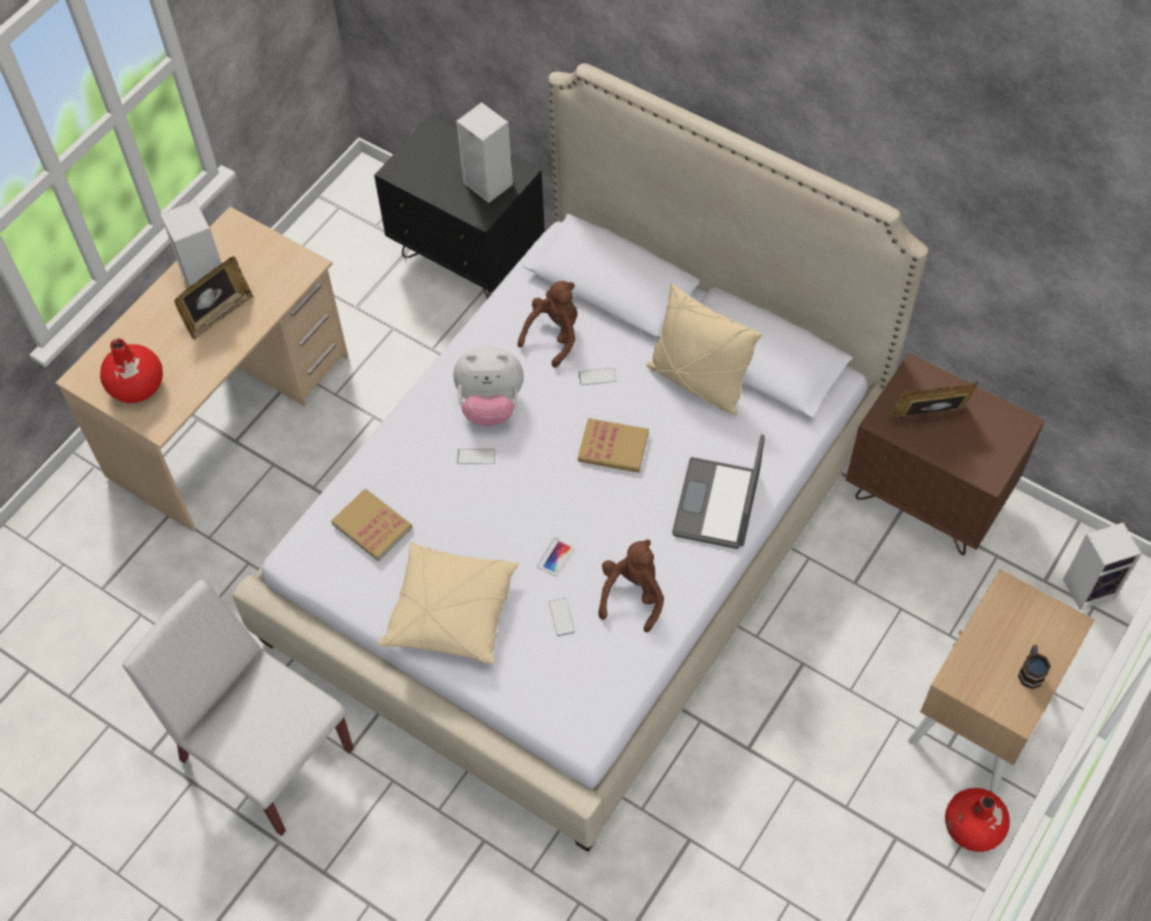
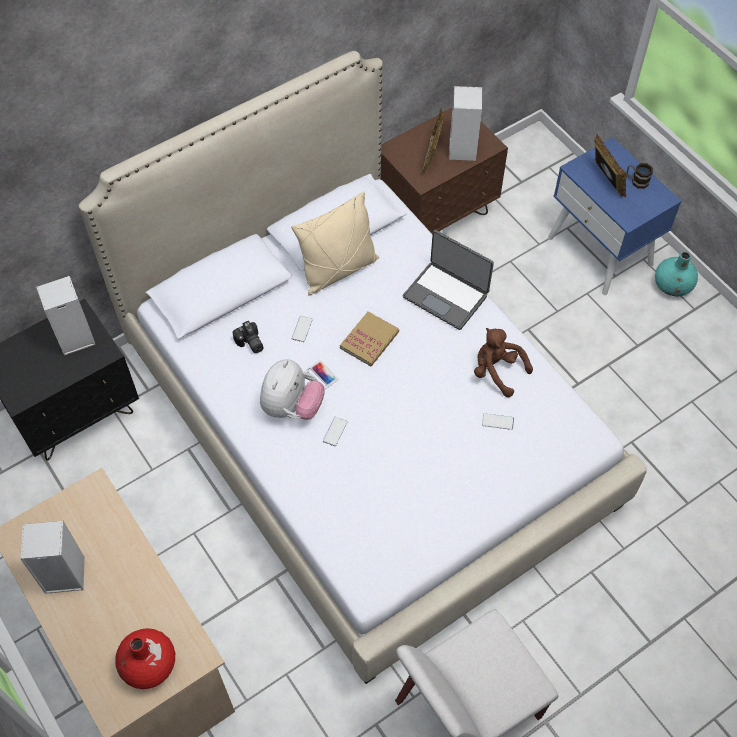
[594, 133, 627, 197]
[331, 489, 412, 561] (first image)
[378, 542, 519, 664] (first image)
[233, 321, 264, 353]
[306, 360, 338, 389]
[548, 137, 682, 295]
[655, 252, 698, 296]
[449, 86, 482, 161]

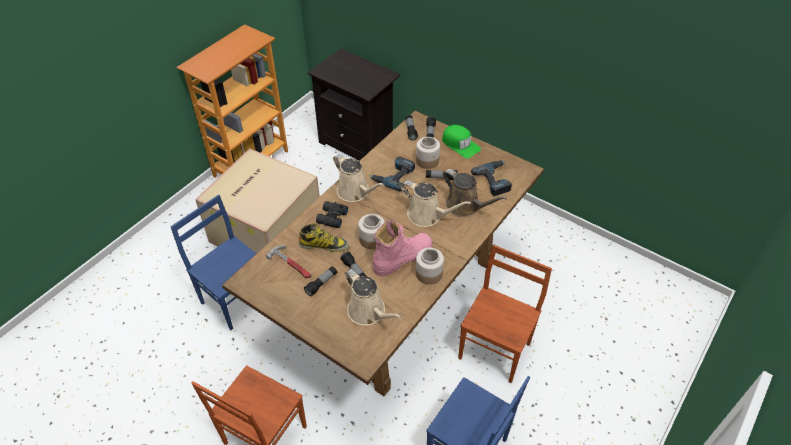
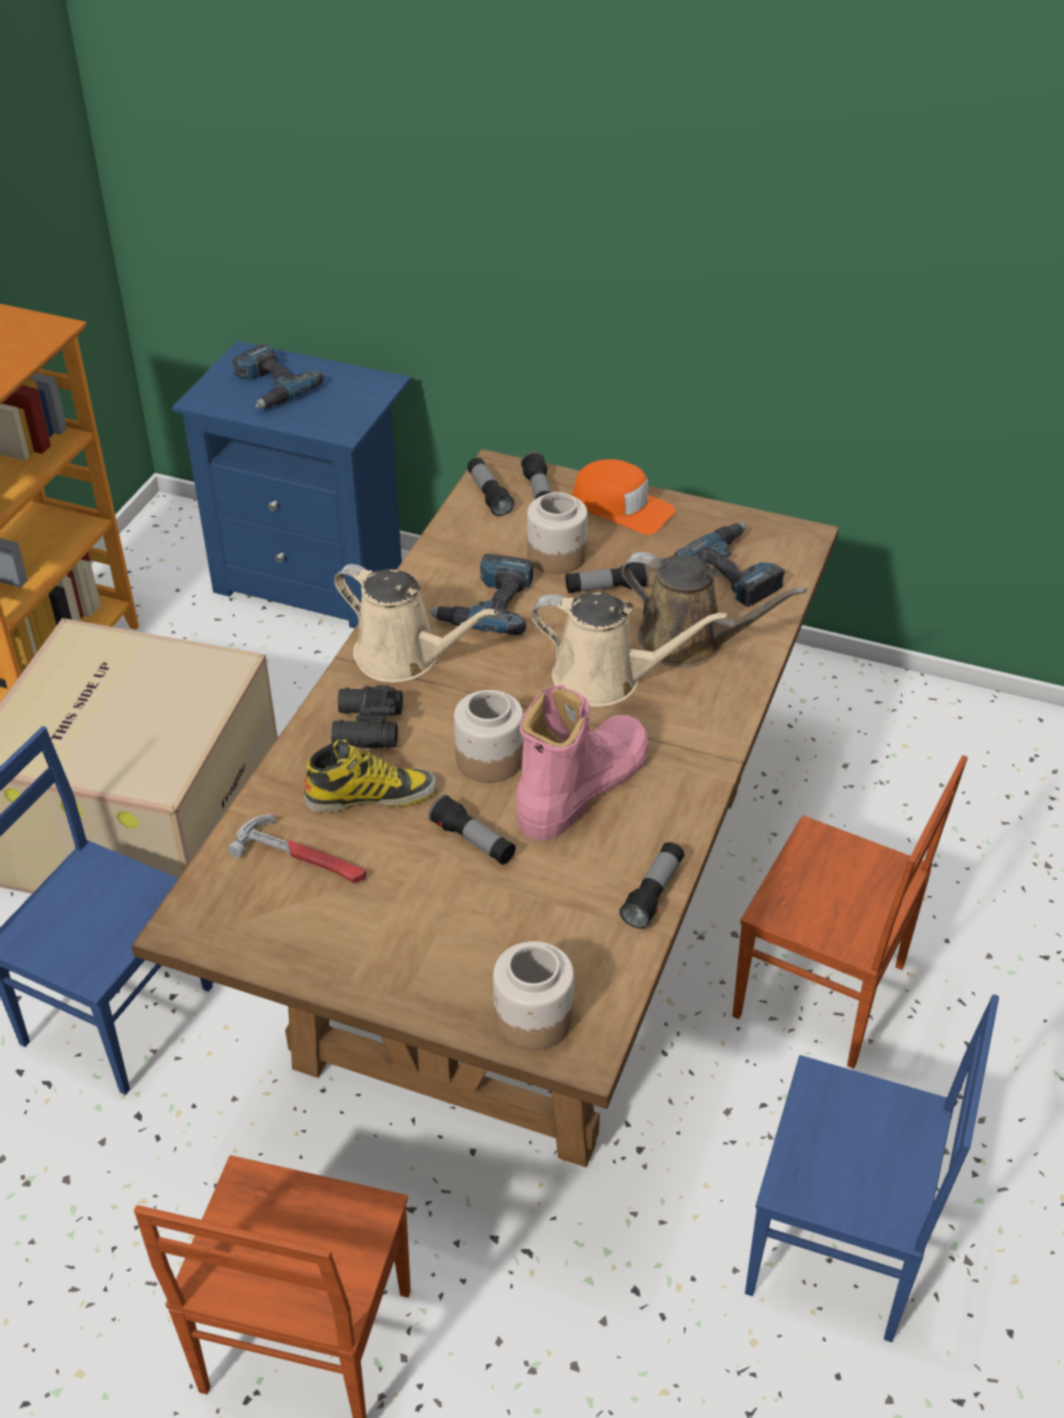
[619, 842, 684, 929]
[172, 341, 411, 628]
[345, 269, 402, 326] (first image)
[493, 941, 574, 1050]
[572, 459, 676, 535]
[732, 755, 968, 1069]
[232, 344, 324, 408]

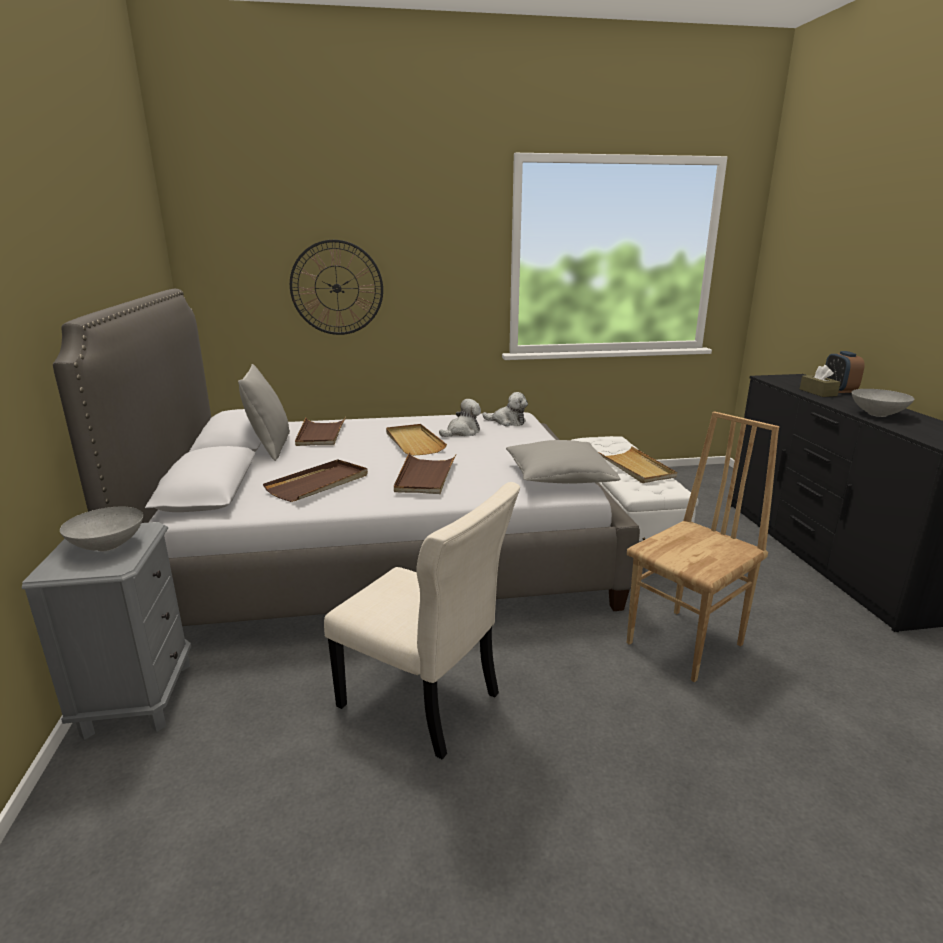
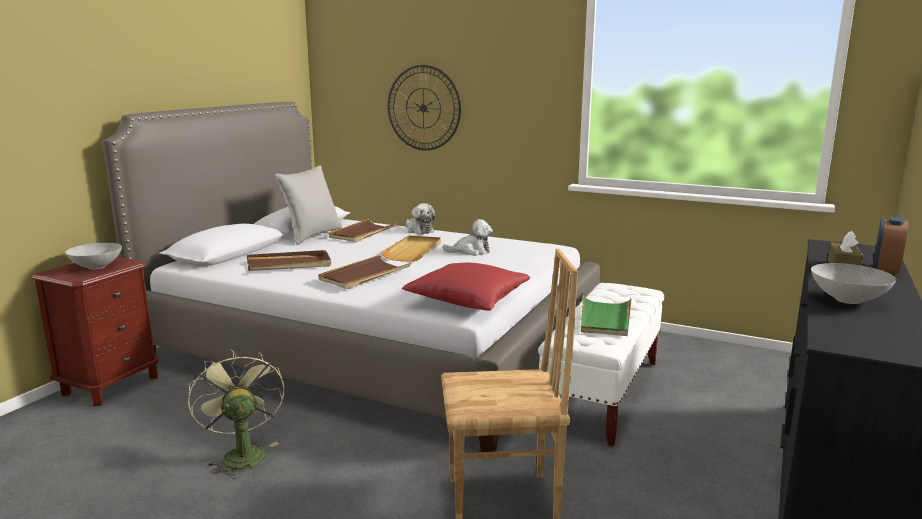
[32, 257, 159, 407]
[188, 350, 285, 479]
[406, 203, 435, 234]
[402, 263, 530, 311]
[581, 294, 632, 336]

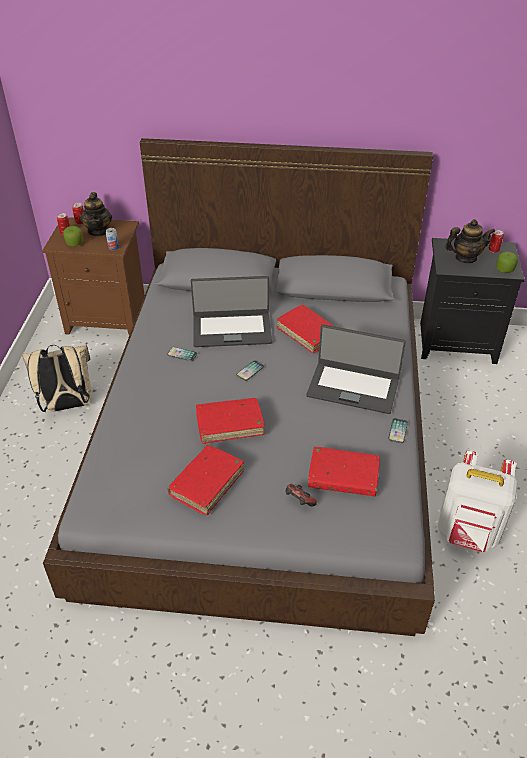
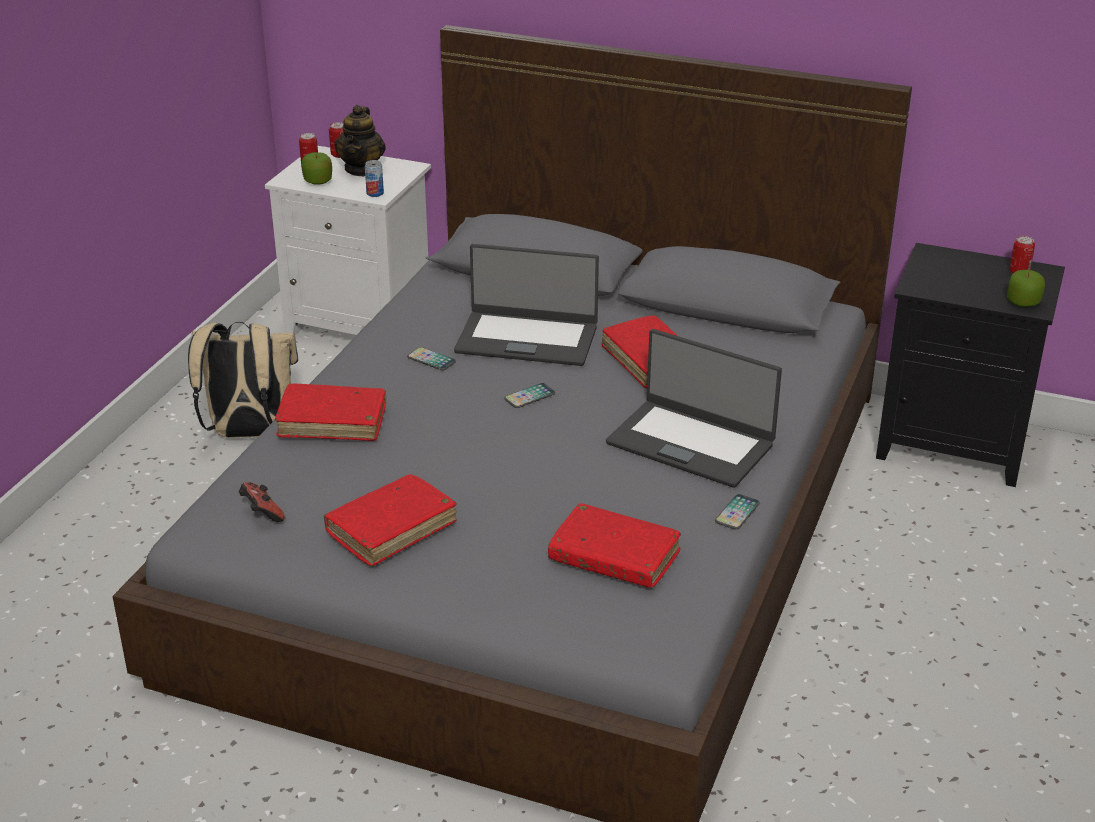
[265, 146, 431, 335]
[275, 384, 386, 441]
[239, 482, 285, 522]
[438, 450, 518, 552] (first image)
[445, 219, 496, 263] (first image)

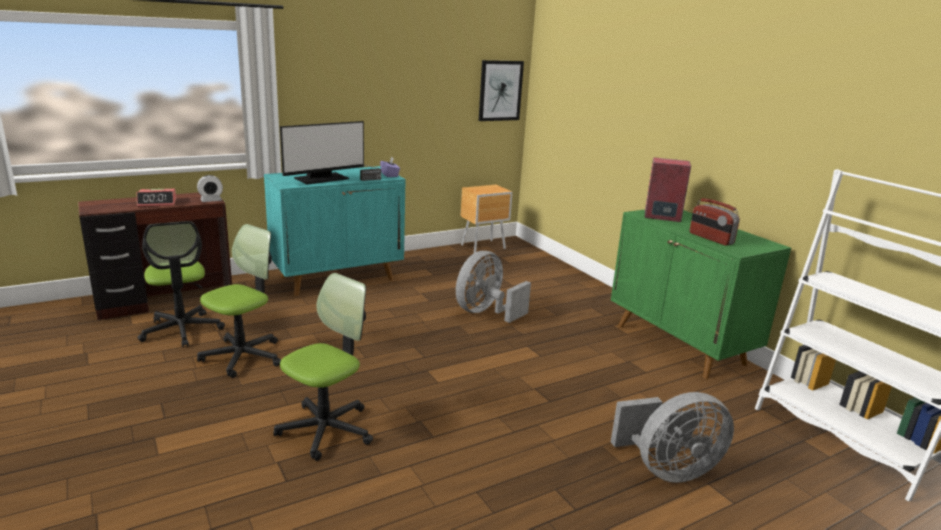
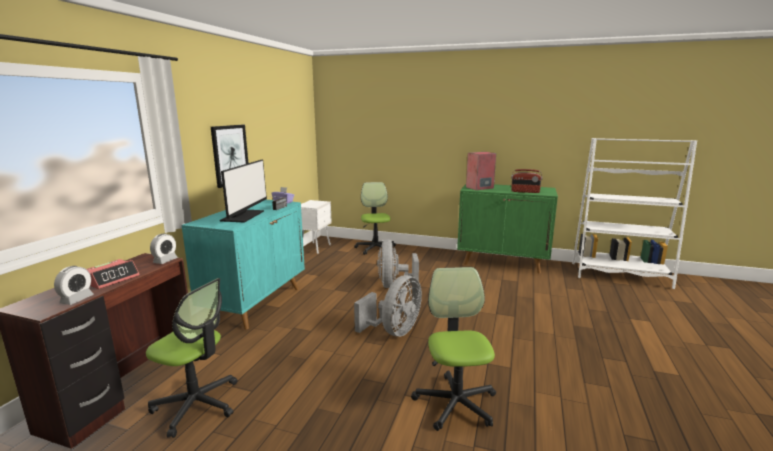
[354, 182, 396, 255]
[301, 200, 332, 254]
[211, 125, 248, 188]
[354, 275, 422, 336]
[54, 266, 94, 305]

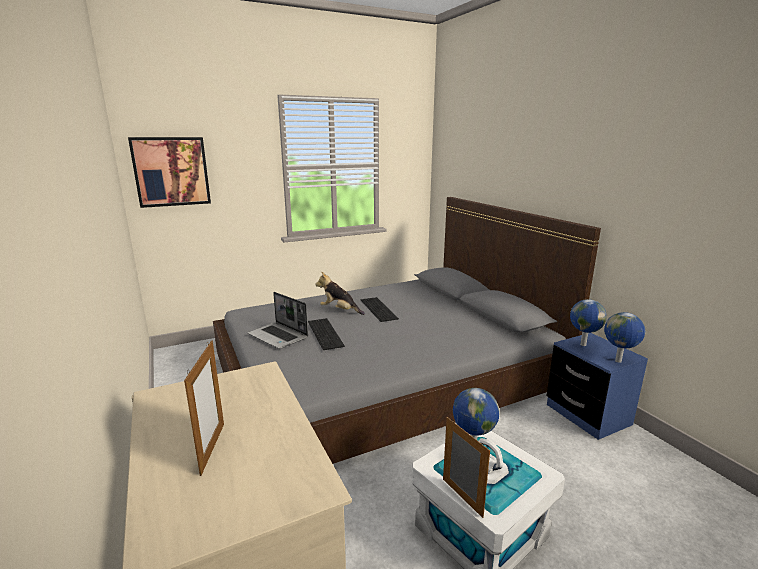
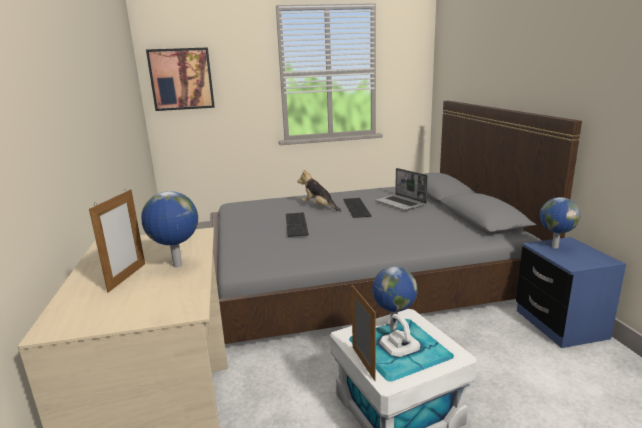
[375, 168, 428, 211]
[141, 191, 198, 267]

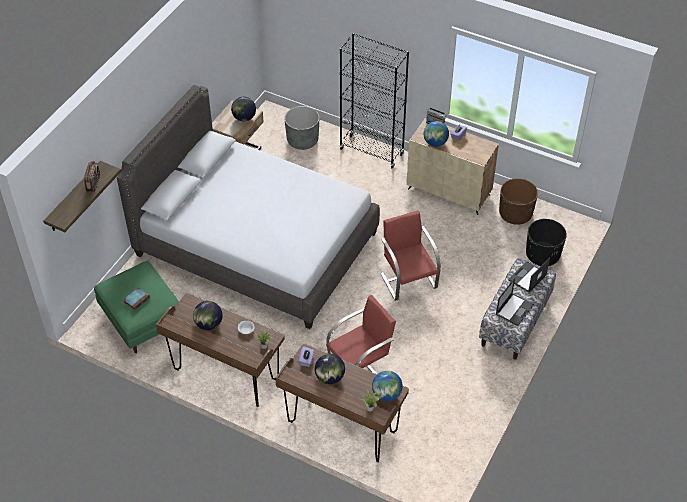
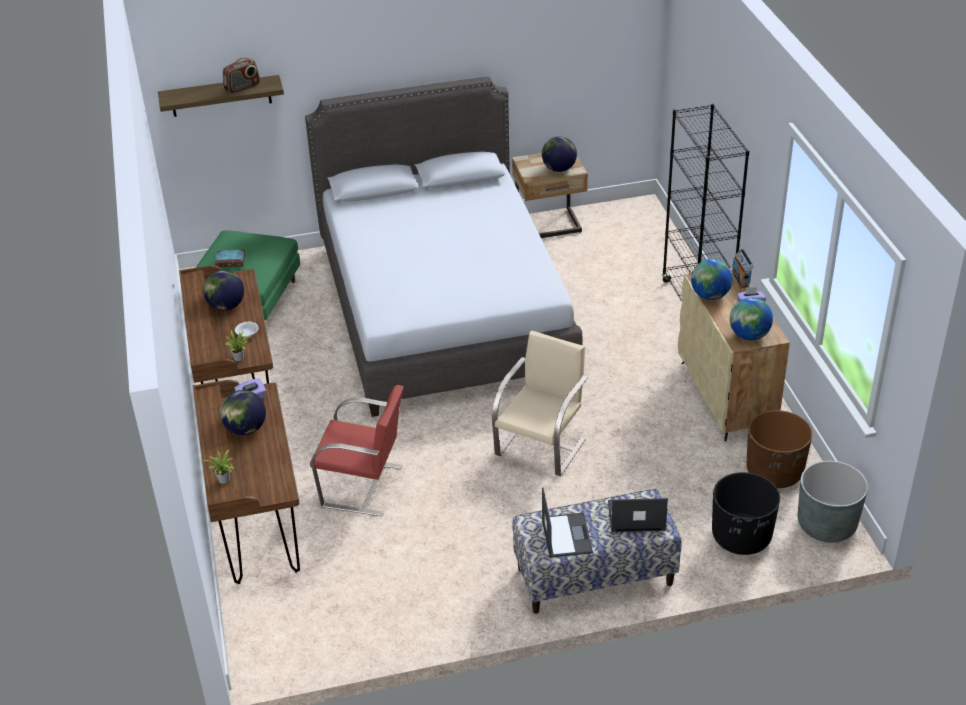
[798, 461, 868, 542]
[730, 298, 773, 340]
[492, 331, 588, 476]
[542, 487, 593, 558]

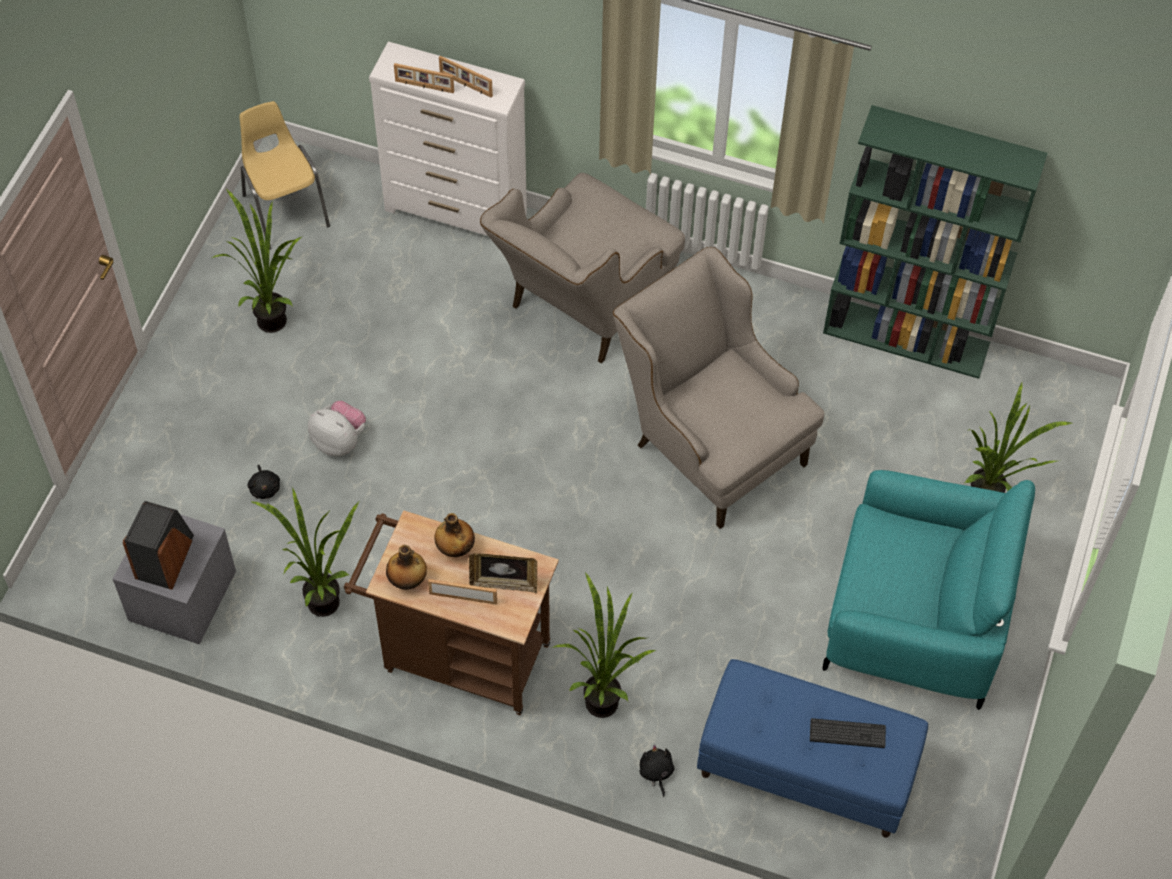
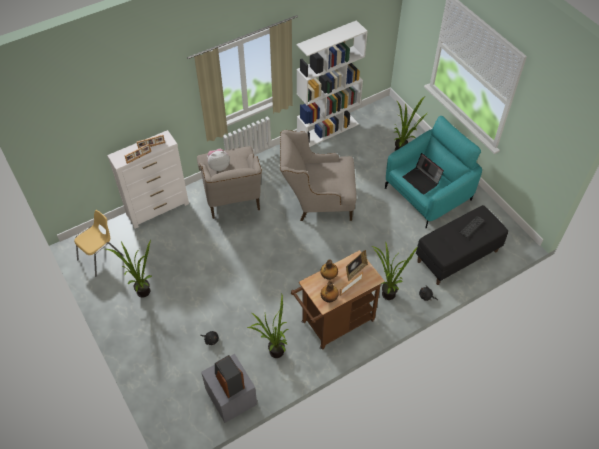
[74, 210, 123, 277]
[207, 148, 230, 171]
[416, 205, 508, 285]
[297, 20, 368, 147]
[403, 153, 444, 195]

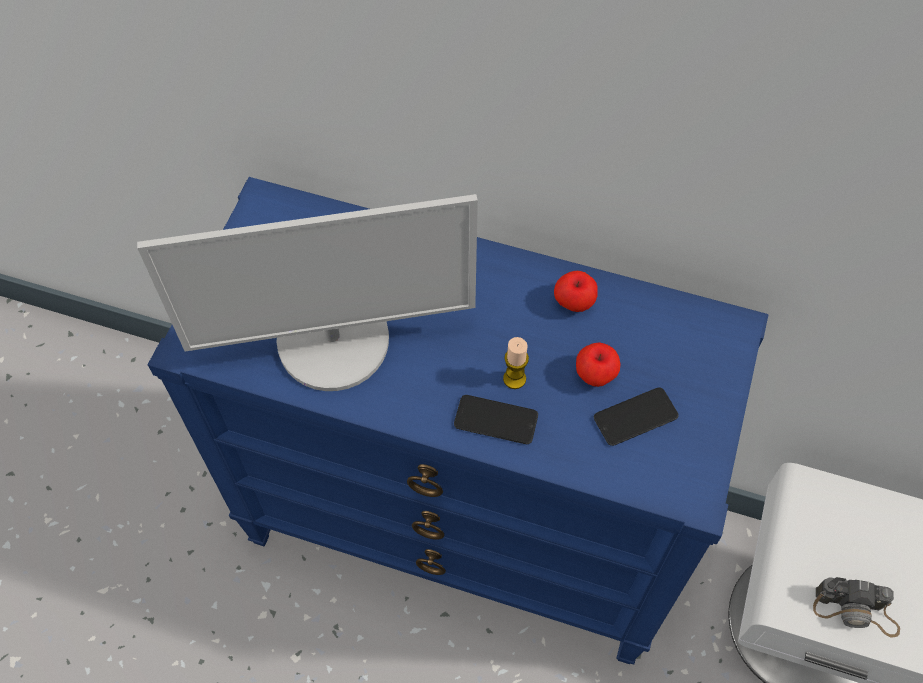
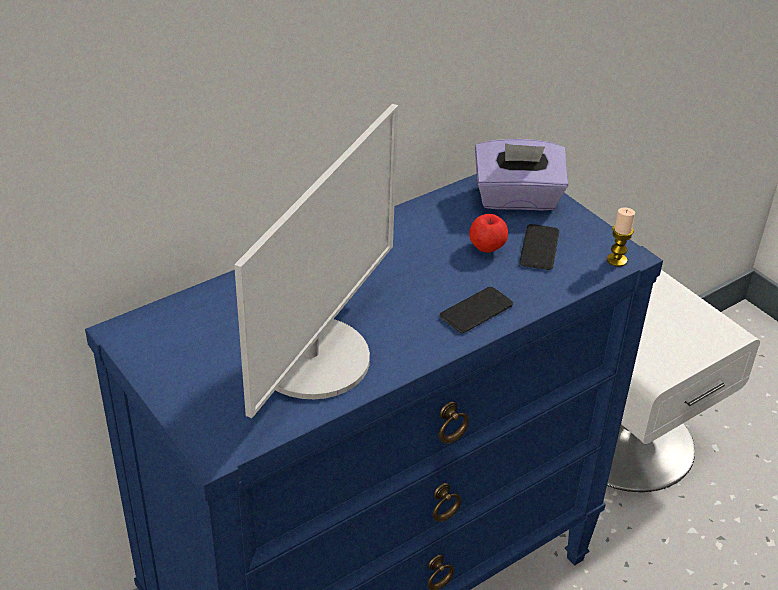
[607, 207, 635, 267]
[554, 271, 597, 312] (first image)
[813, 577, 900, 638] (first image)
[475, 139, 568, 211]

